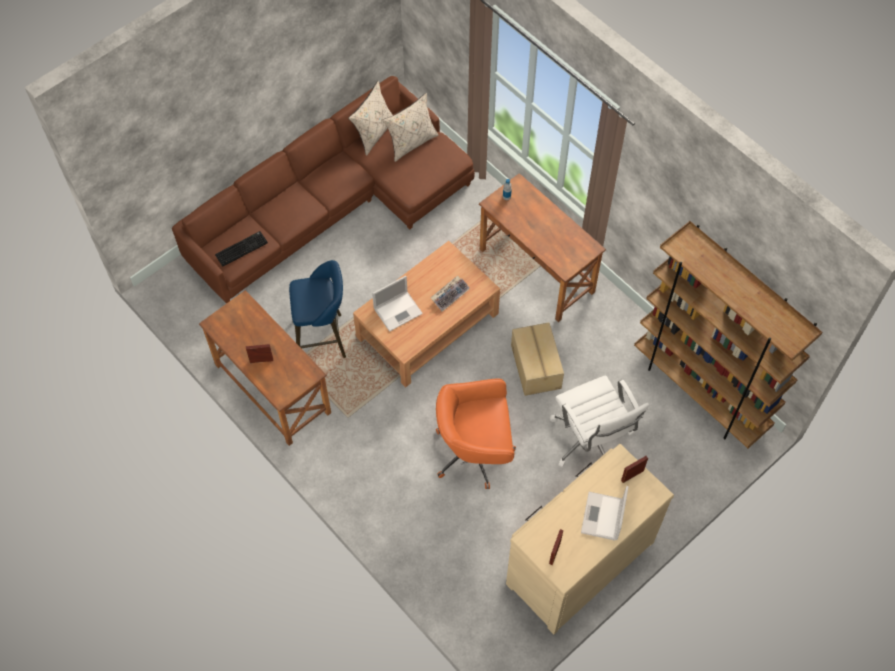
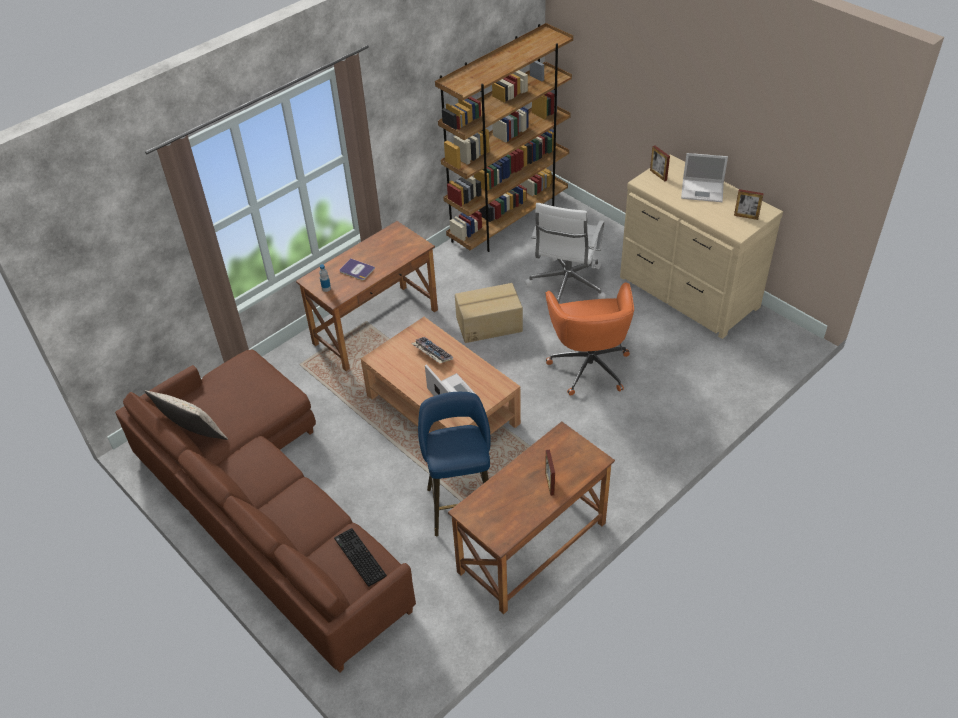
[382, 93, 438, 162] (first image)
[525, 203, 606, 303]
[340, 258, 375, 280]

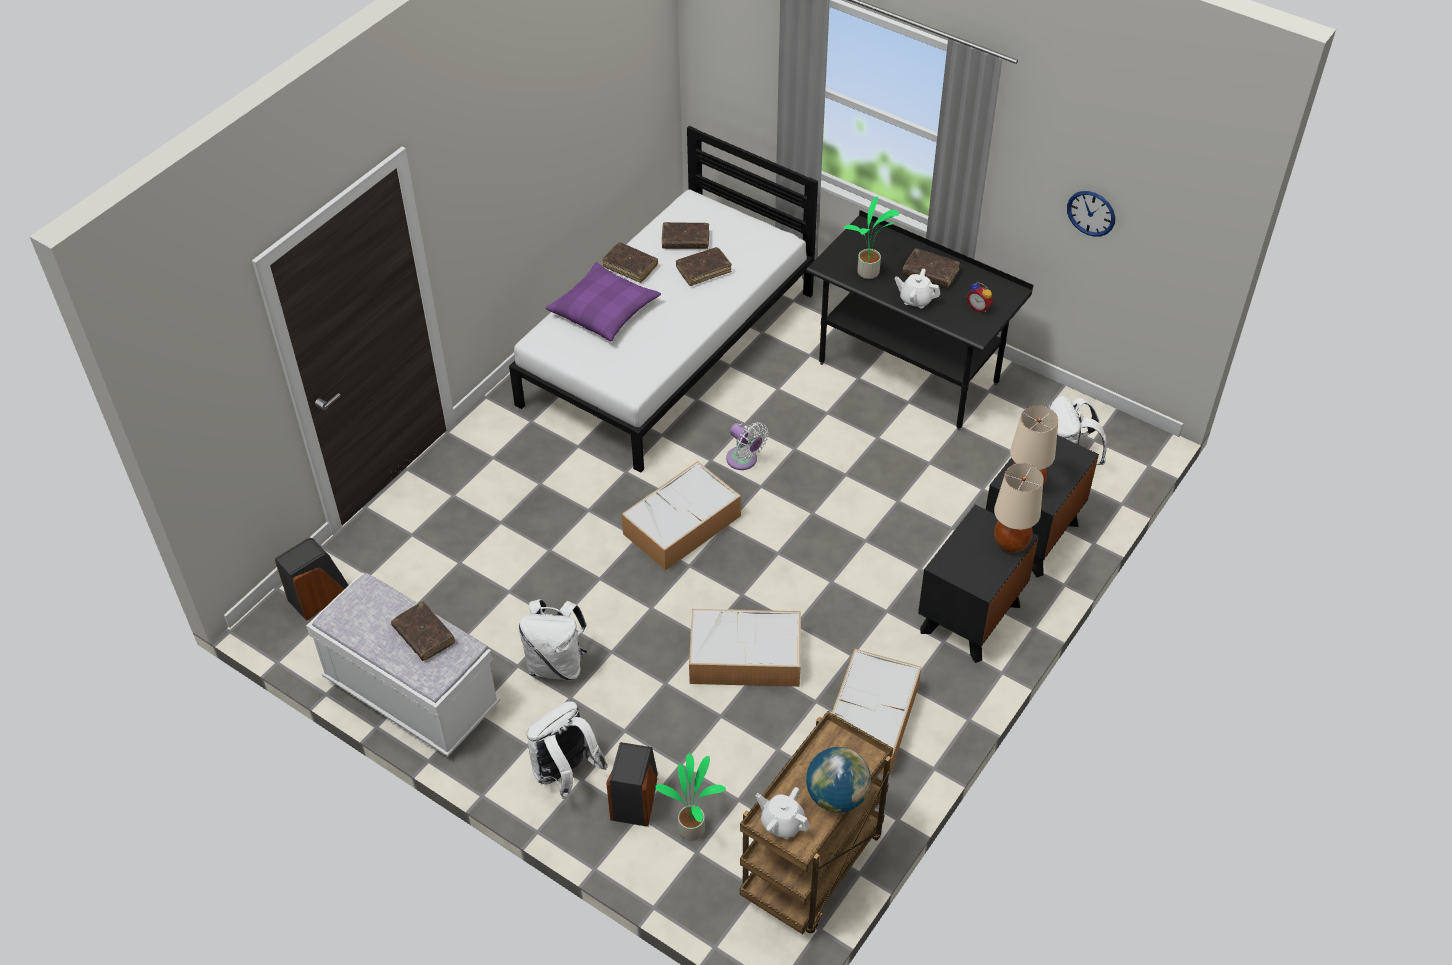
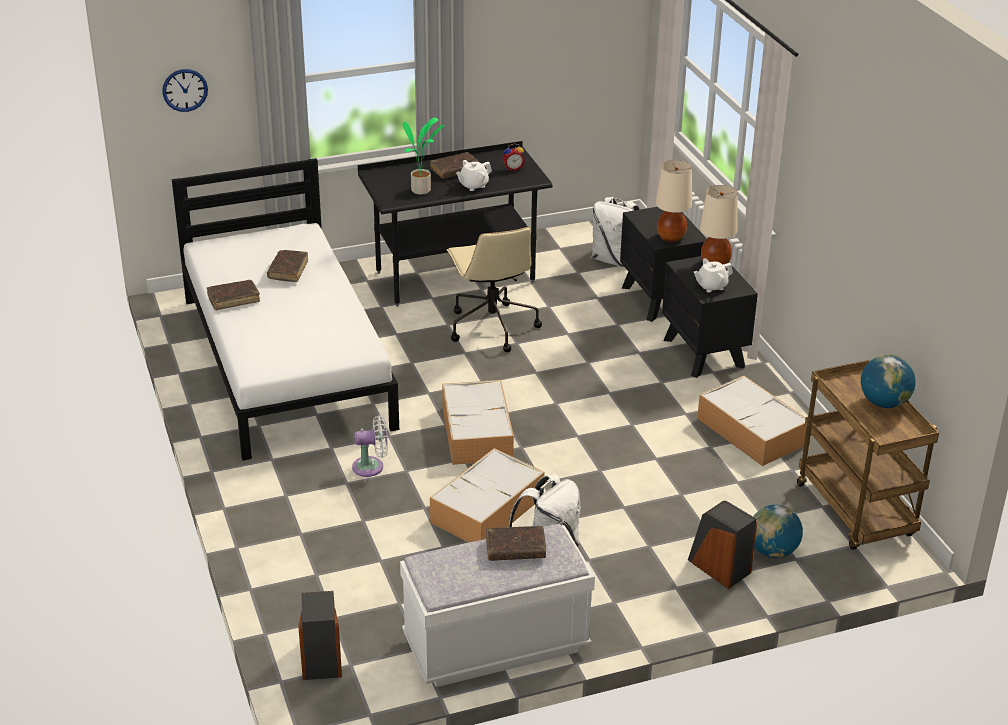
[526, 701, 608, 799] (first image)
[546, 262, 661, 341] (first image)
[753, 505, 803, 558]
[662, 222, 709, 249] (first image)
[430, 448, 545, 543]
[352, 415, 388, 477]
[694, 258, 733, 293]
[162, 69, 208, 112]
[447, 227, 542, 352]

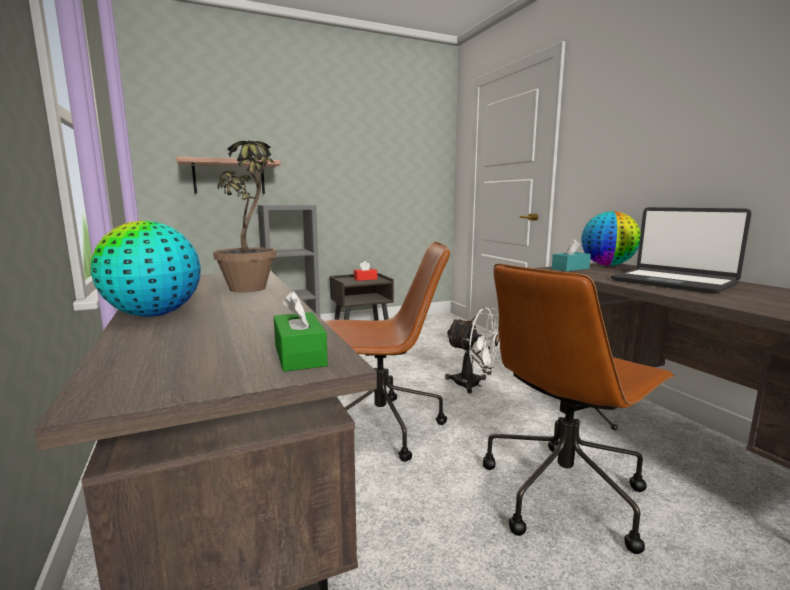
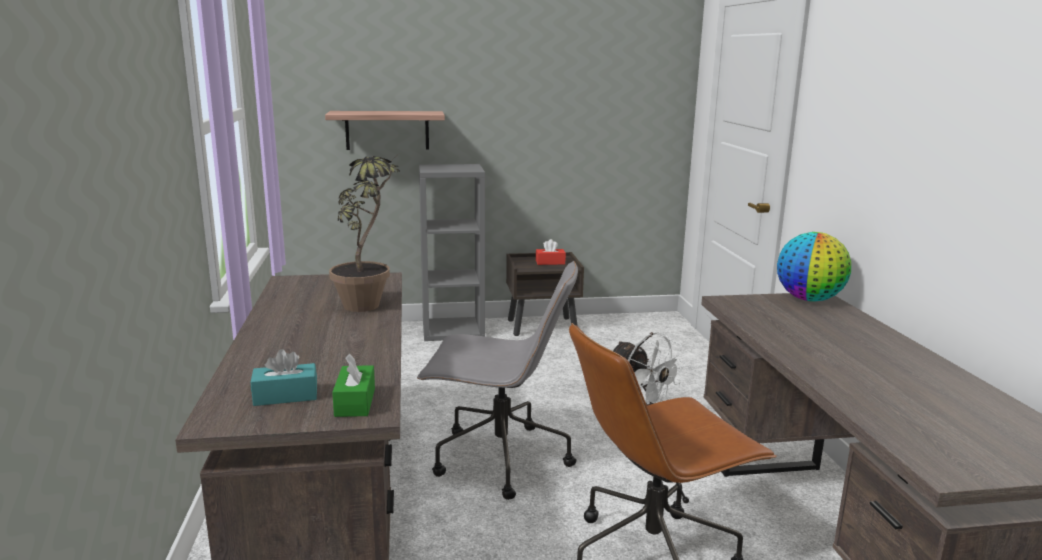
[91, 220, 201, 317] (first image)
[417, 261, 578, 500]
[251, 349, 317, 406]
[611, 207, 752, 294] (first image)

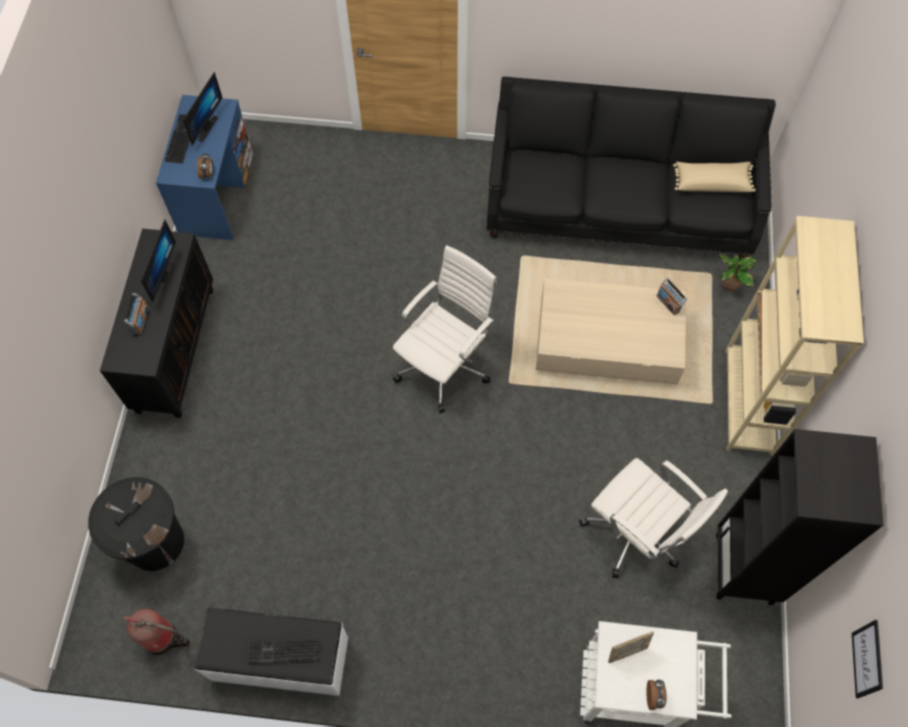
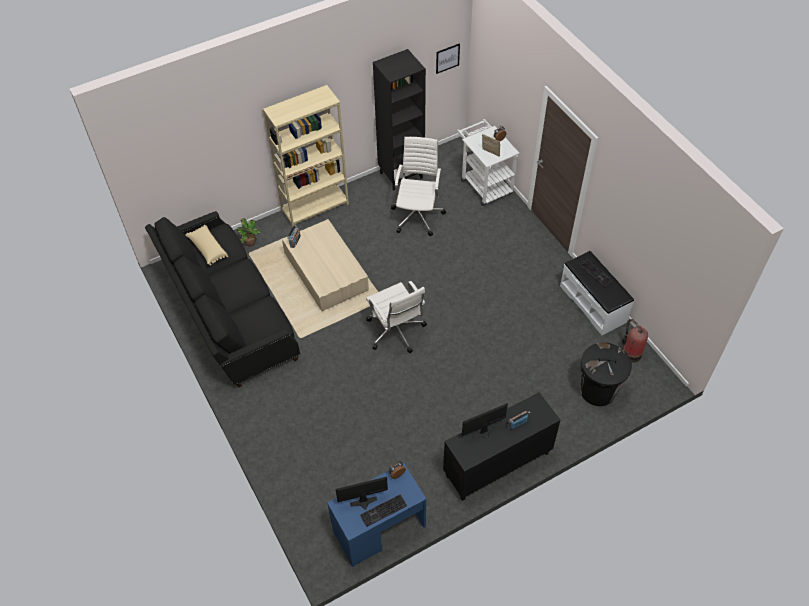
[366, 281, 427, 353]

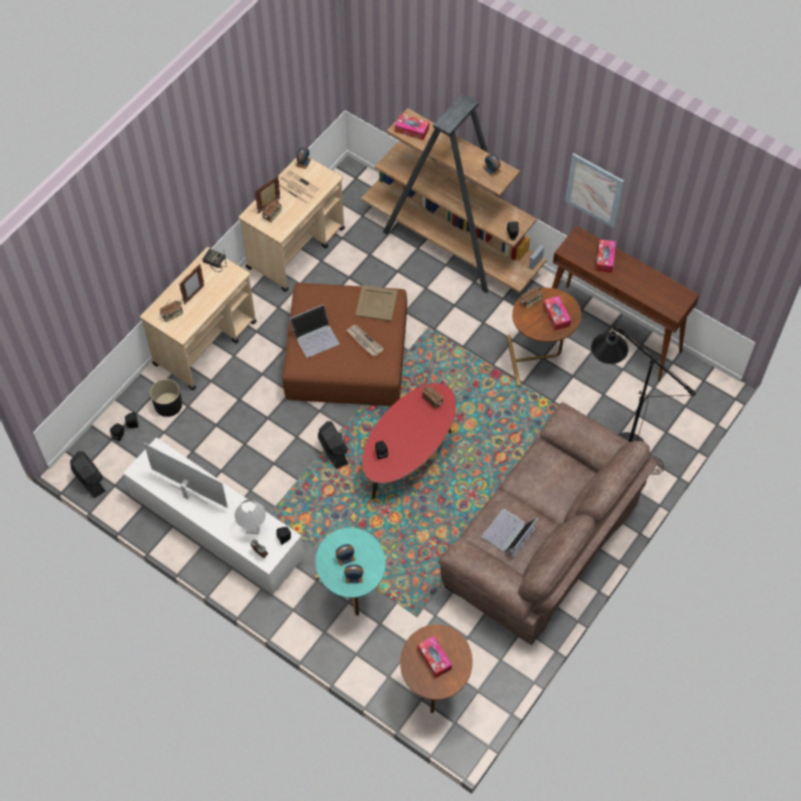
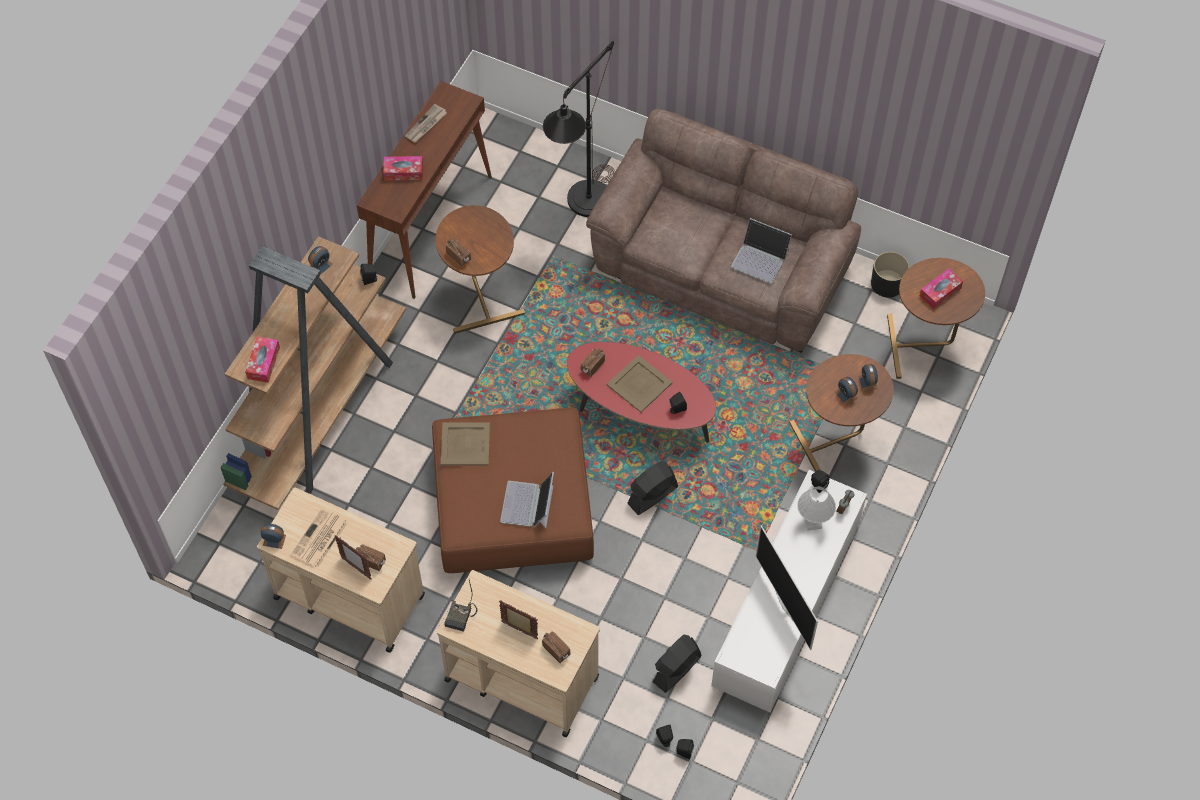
[652, 634, 702, 693]
[756, 525, 818, 650]
[871, 252, 909, 298]
[500, 472, 554, 528]
[789, 354, 894, 472]
[405, 104, 447, 143]
[543, 296, 571, 331] (first image)
[565, 153, 624, 228] (first image)
[607, 355, 673, 412]

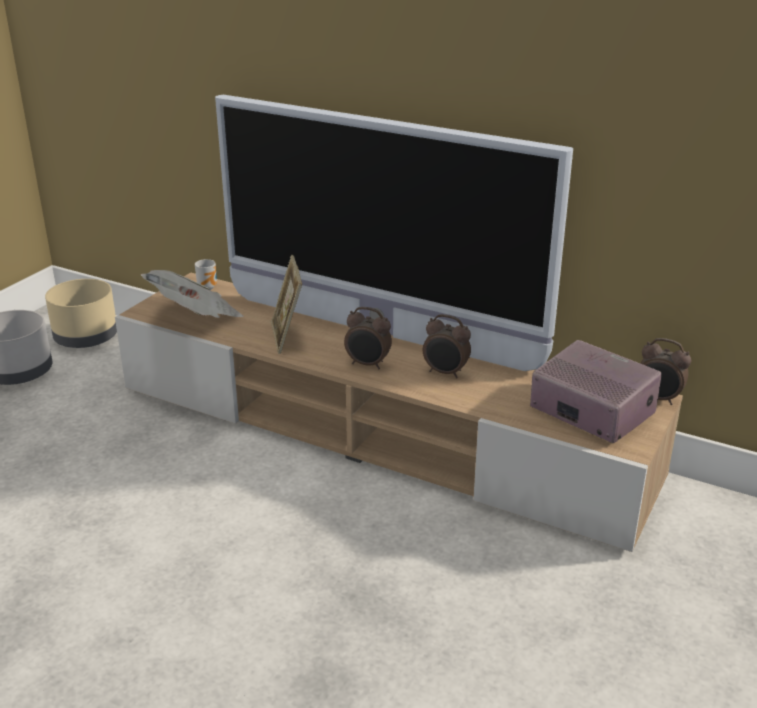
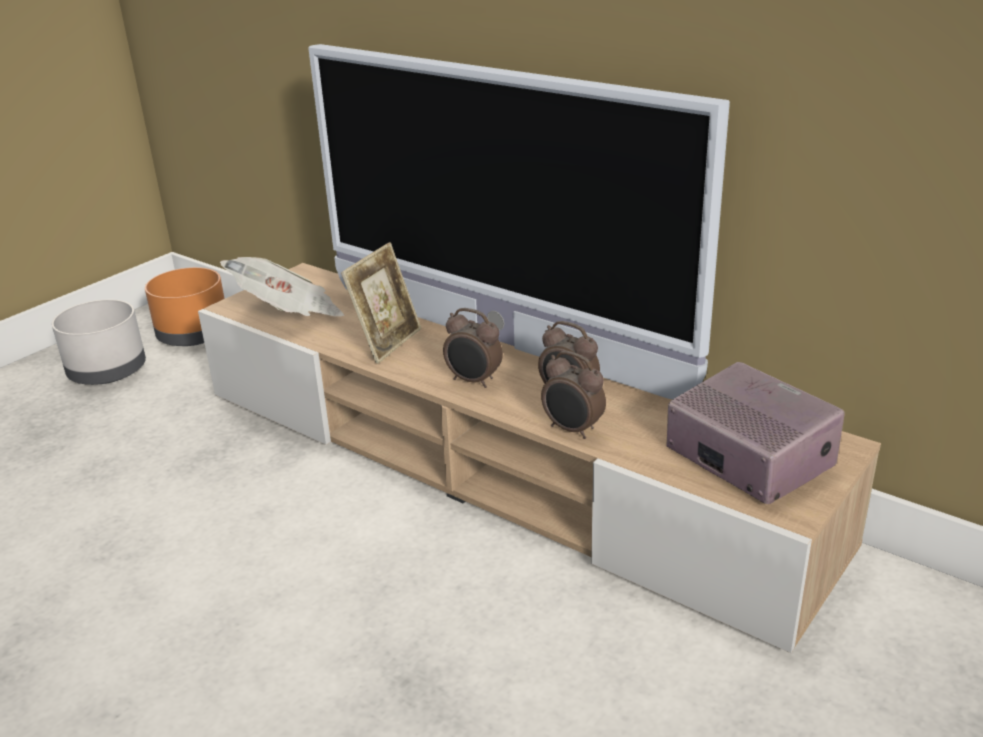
[145, 267, 225, 346]
[195, 259, 217, 290] (first image)
[341, 242, 421, 364]
[541, 351, 606, 439]

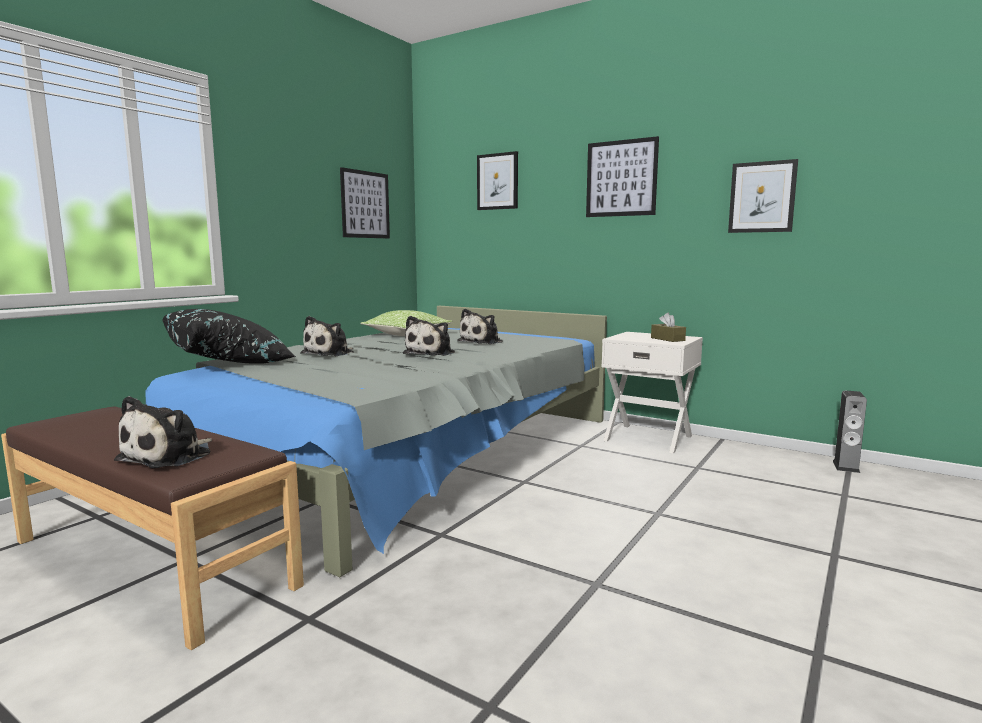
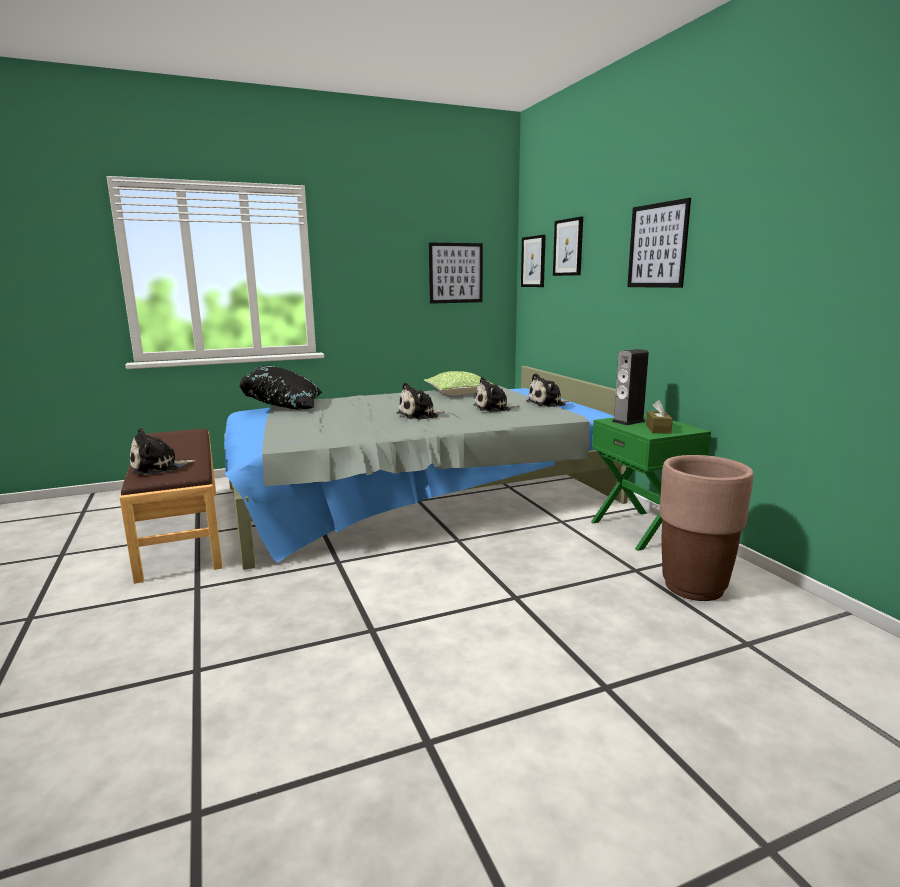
[526, 373, 569, 407]
[591, 414, 711, 551]
[521, 235, 546, 287]
[612, 349, 649, 426]
[659, 455, 753, 601]

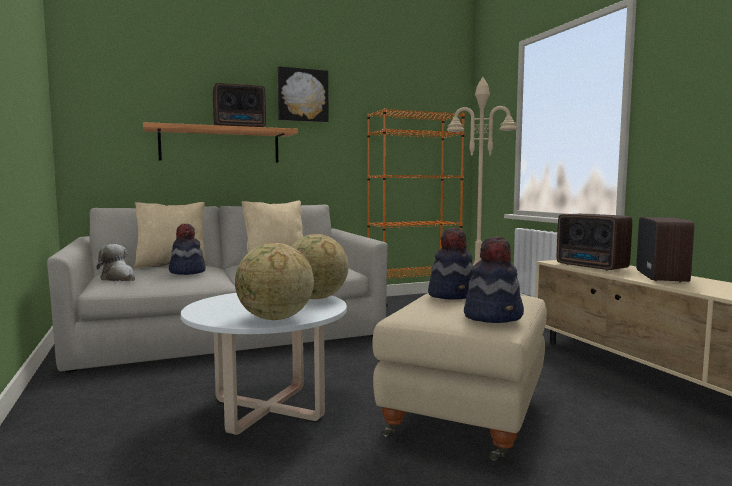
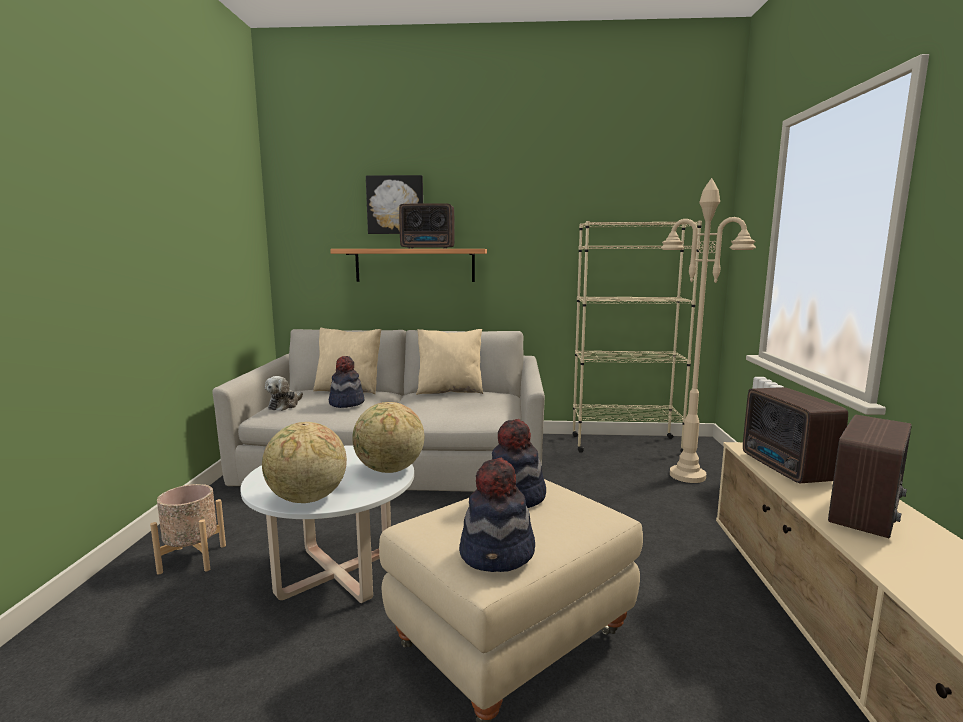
[265, 376, 303, 411]
[366, 175, 423, 234]
[572, 221, 702, 453]
[150, 484, 226, 574]

